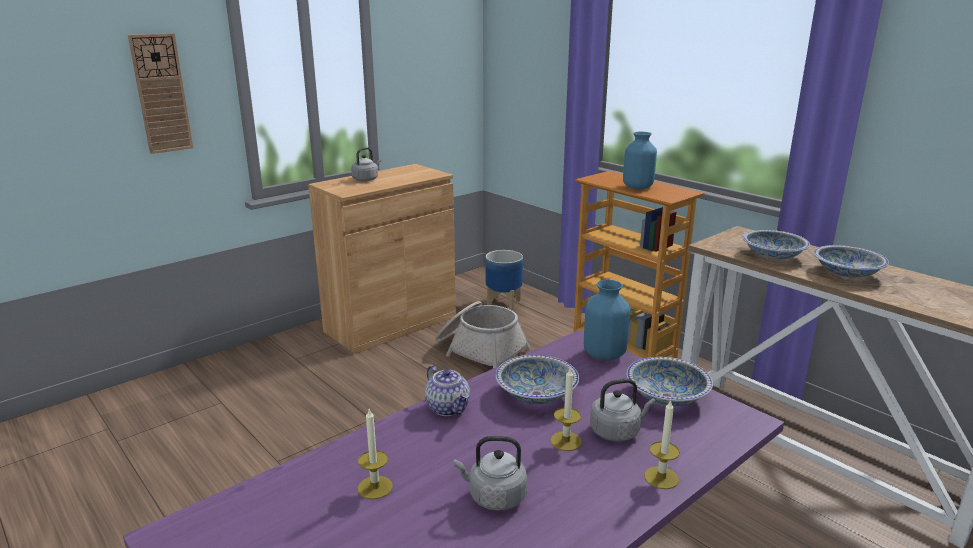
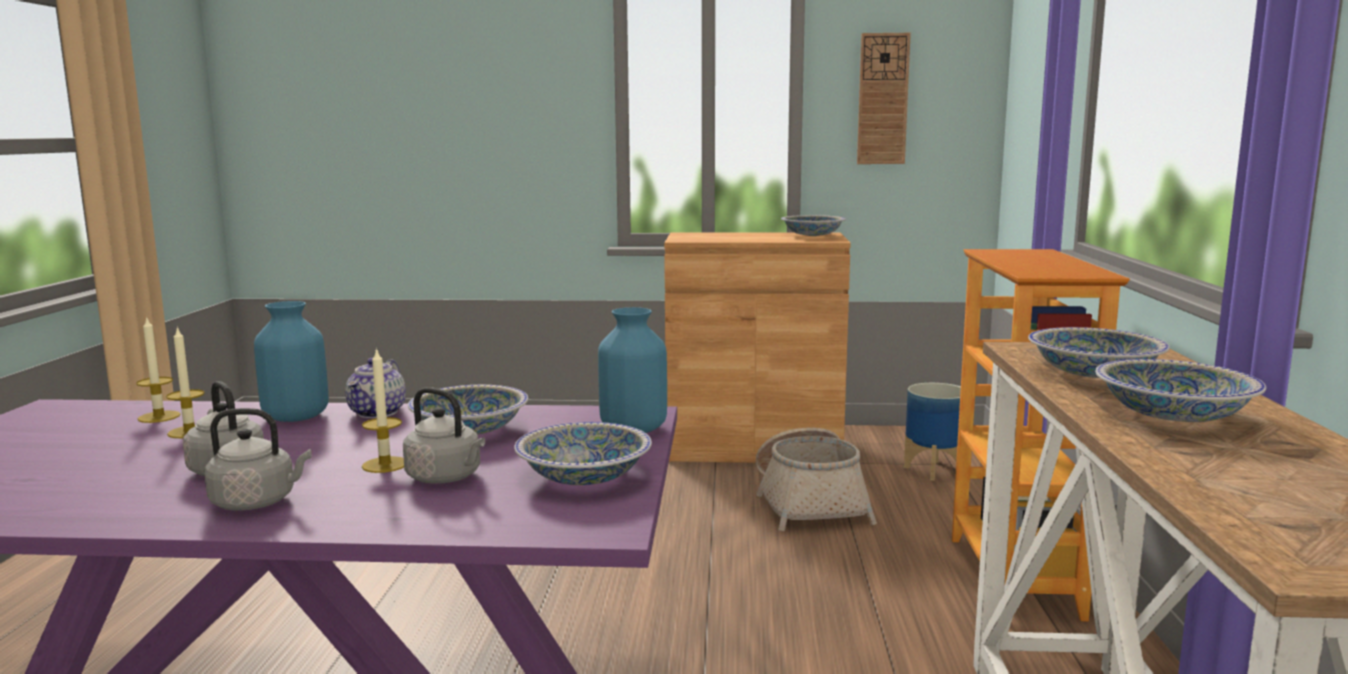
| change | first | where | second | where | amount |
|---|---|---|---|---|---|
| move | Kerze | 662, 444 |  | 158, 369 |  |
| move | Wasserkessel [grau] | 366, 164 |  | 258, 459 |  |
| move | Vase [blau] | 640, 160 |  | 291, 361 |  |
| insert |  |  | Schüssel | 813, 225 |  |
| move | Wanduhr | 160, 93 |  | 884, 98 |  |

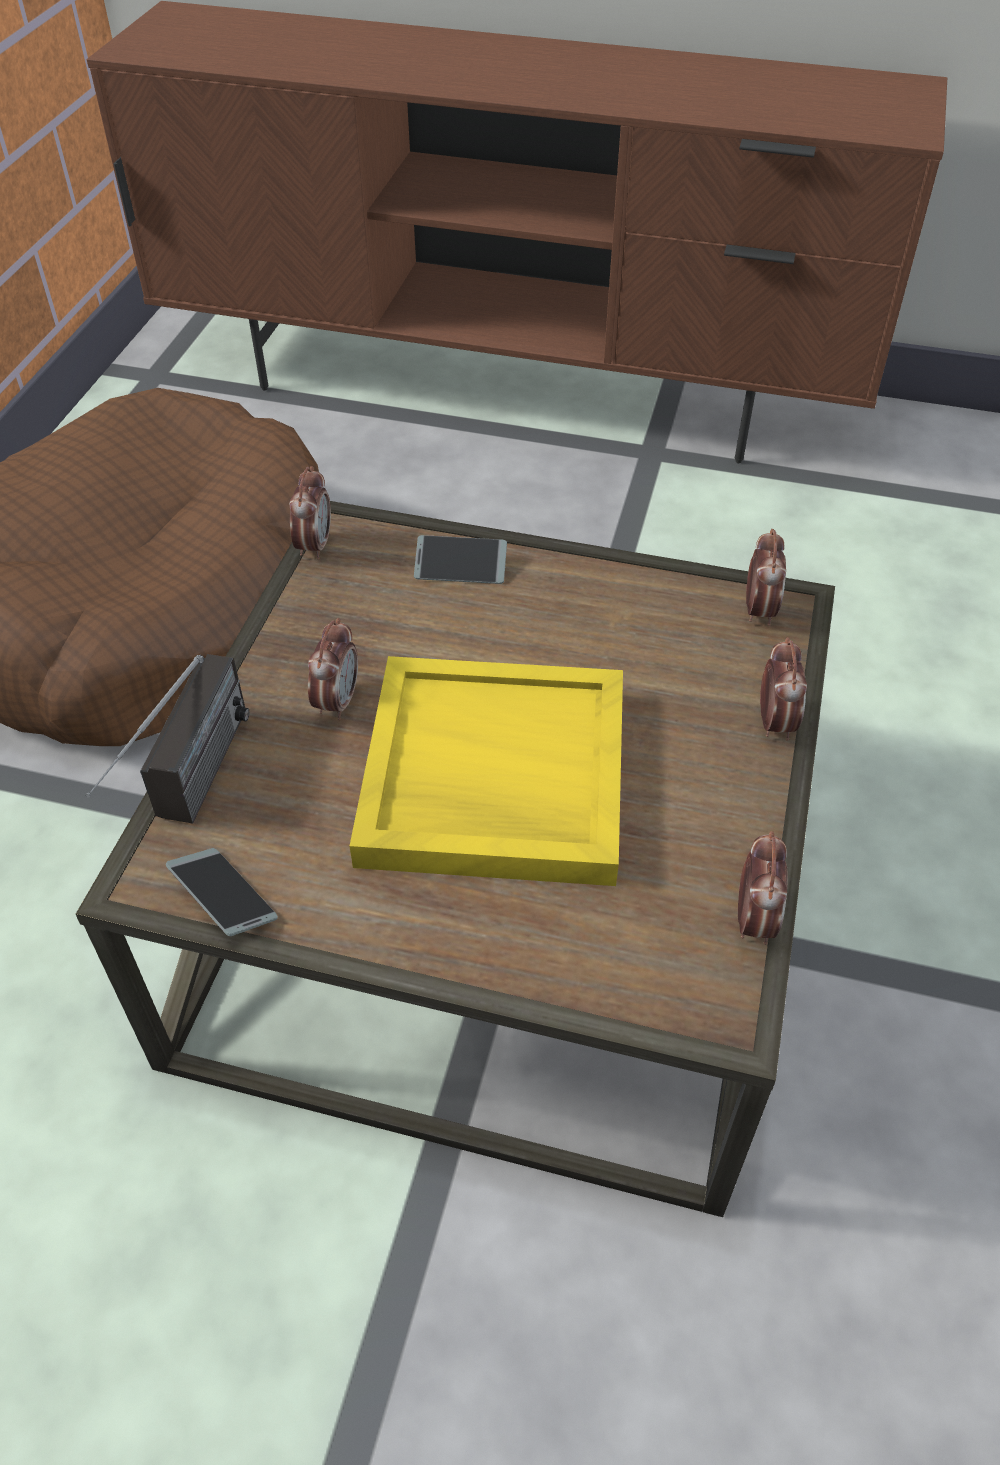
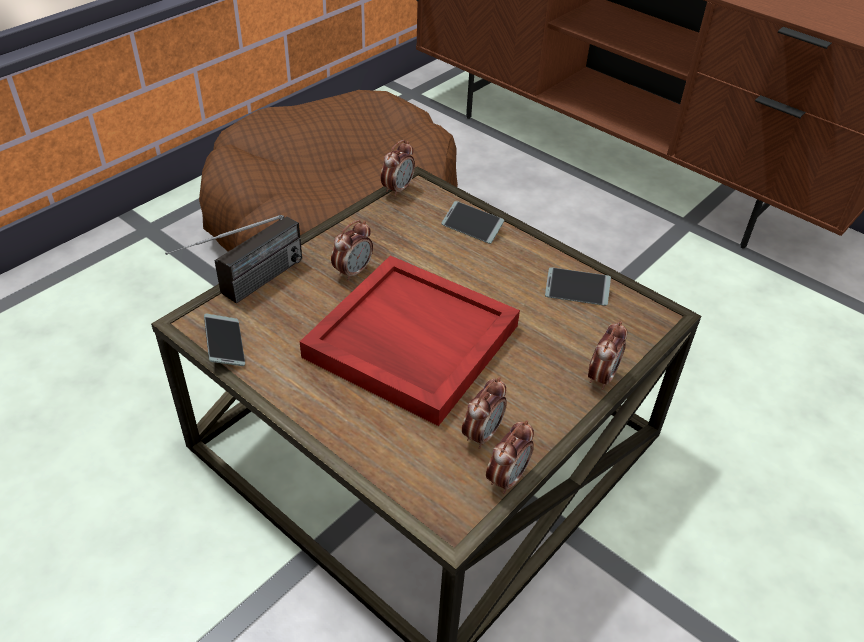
| change | first | where | second | where | amount |
|---|---|---|---|---|---|
| recolor | Tablett [gelb] | 486, 771 | Tablett [rot] | 410, 341 |  |
| move | Wecker | 766, 577 |  | 484, 413 |  |
| insert |  |  | Handy | 578, 286 |  |

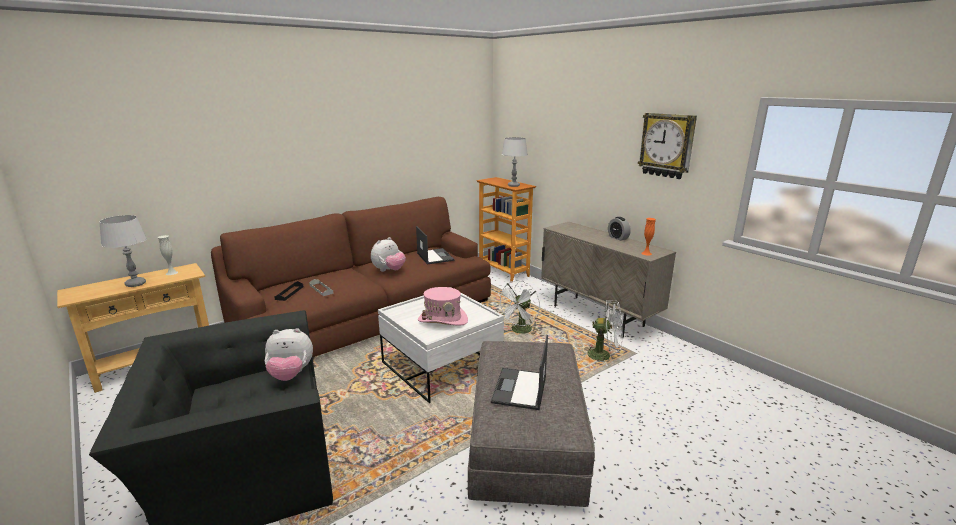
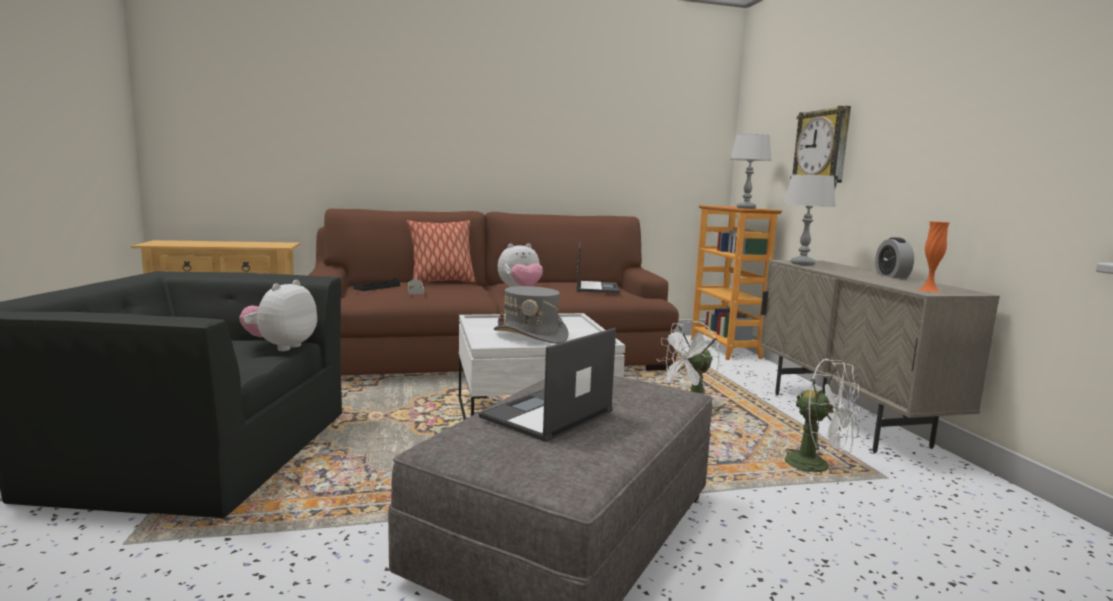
| change | first | where | second | where | amount |
|---|---|---|---|---|---|
| rotate | Plüschtier | 289, 354 |  | 278, 315 | 90 degrees clockwise |
| insert |  |  | Kissen | 441, 252 |  |
| recolor | Hut [rosa] | 443, 306 | Hut [grau] | 531, 315 |  |
| move | Tischlampe [grau] | 123, 251 |  | 810, 220 |  |
| move | Wanduhr | 667, 146 |  | 820, 147 |  |
| delete | Vase [weiß] | 168, 255 |  |  |  |

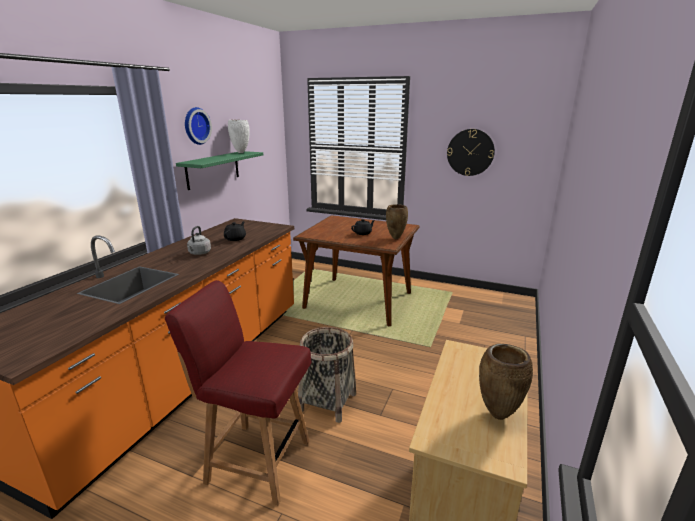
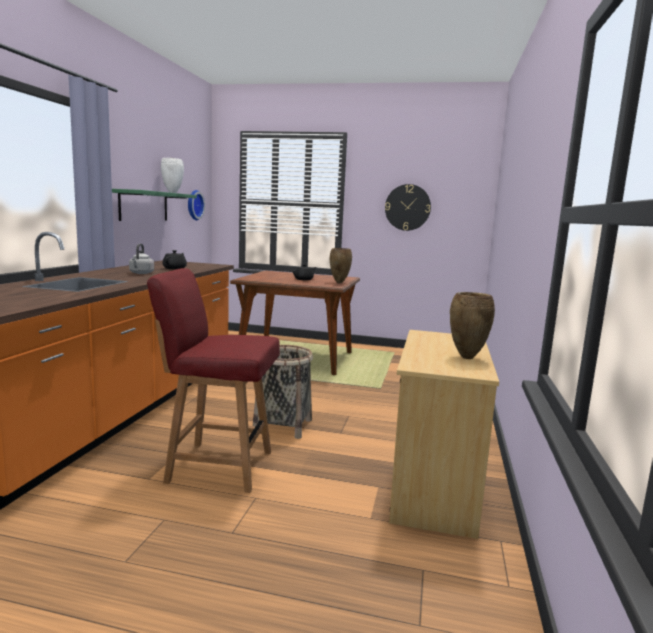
| change | first | where | second | where | amount |
|---|---|---|---|---|---|
| move | Wanduhr | 198, 126 |  | 196, 205 |  |

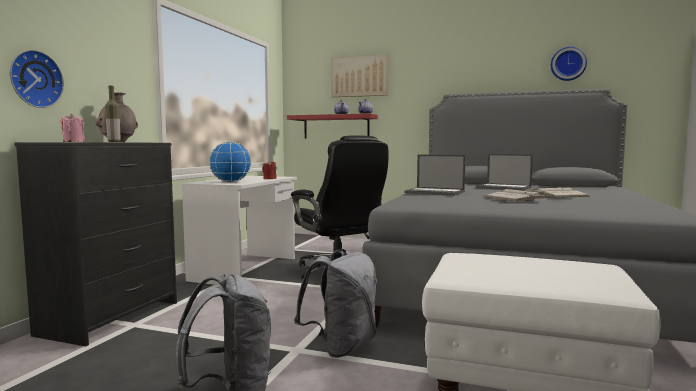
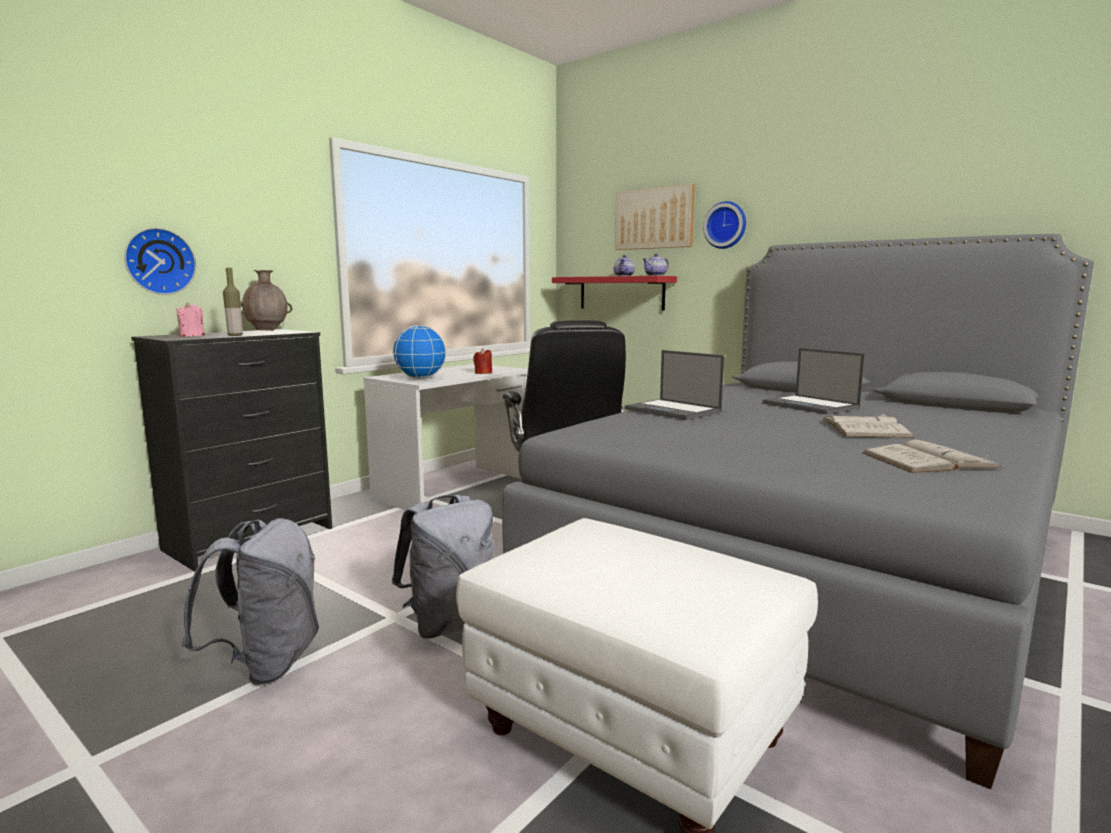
| change | first | where | second | where | amount |
|---|---|---|---|---|---|
| move | Wanduhr | 569, 64 |  | 724, 225 |  |
| move | Buch [weiß] | 518, 195 |  | 932, 456 |  |

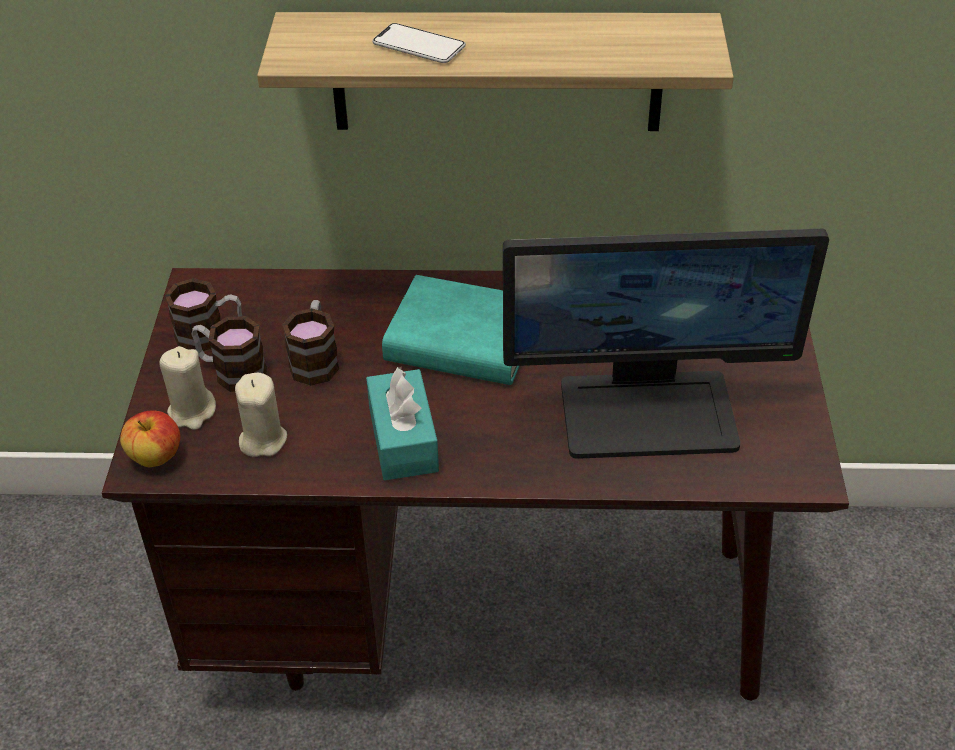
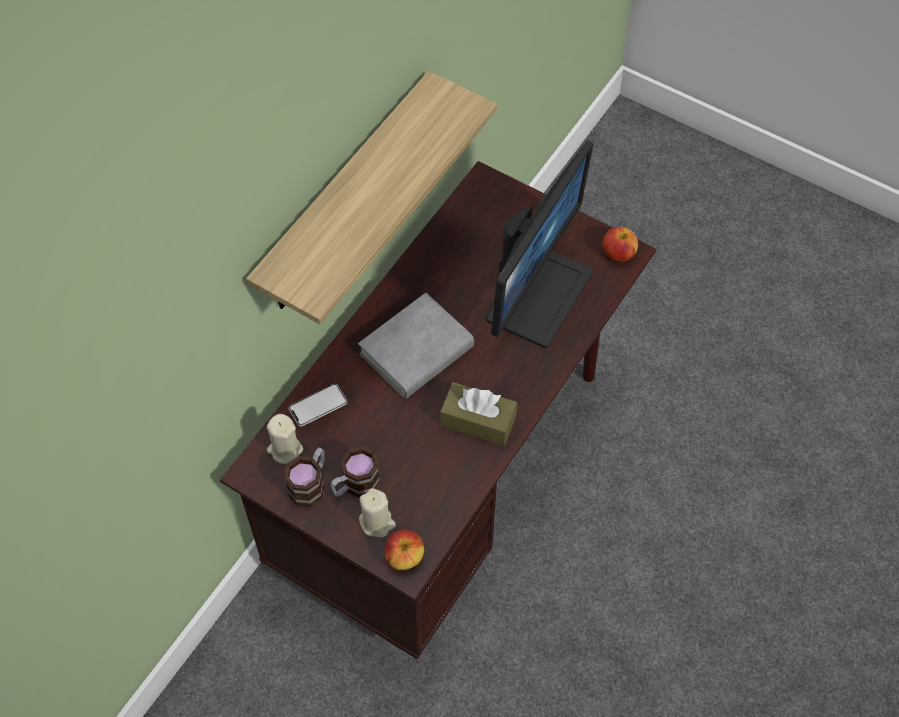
| change | first | where | second | where | amount |
|---|---|---|---|---|---|
| move | Kerze [beige] | 261, 415 |  | 285, 439 |  |
| move | Handy | 419, 43 |  | 318, 405 |  |
| recolor | Buch [türkis] | 450, 330 | Buch [grau] | 416, 346 |  |
| recolor | Taschentuchbox [türkis] | 402, 423 | Taschentuchbox [braun] | 478, 414 |  |
| insert |  |  | Apfel | 620, 244 |  |
| delete | Henkelbecher | 310, 343 |  |  |  |

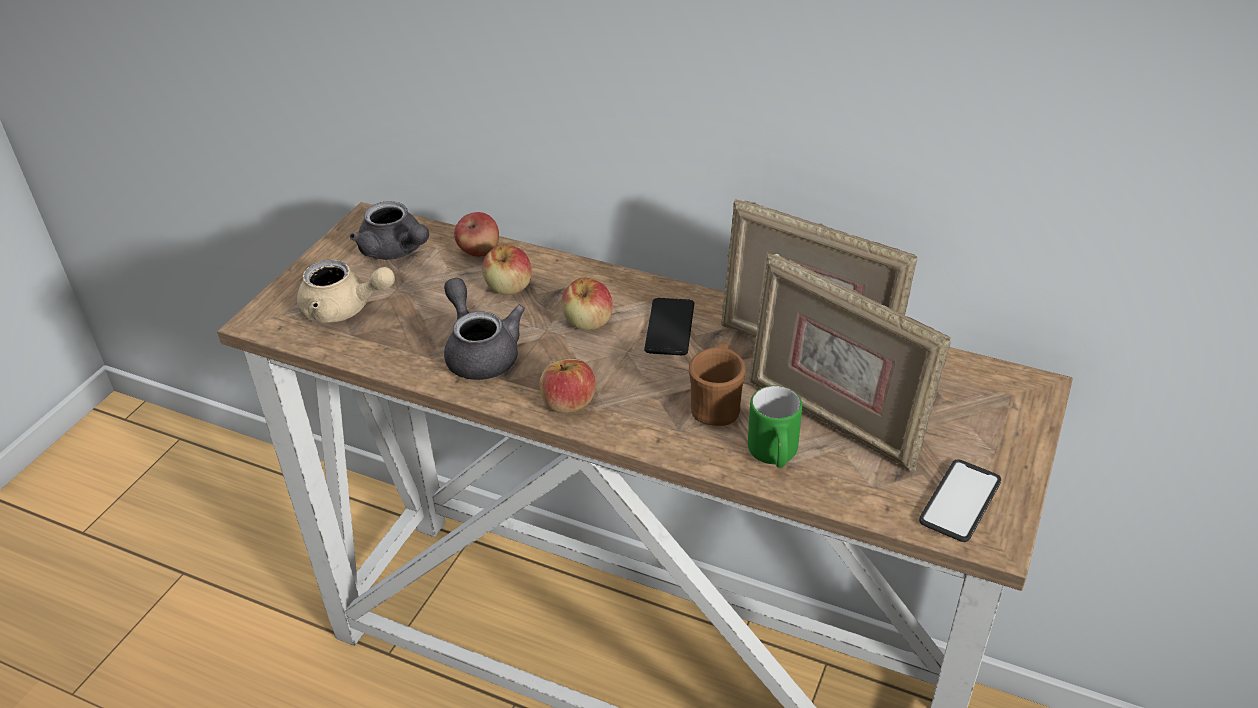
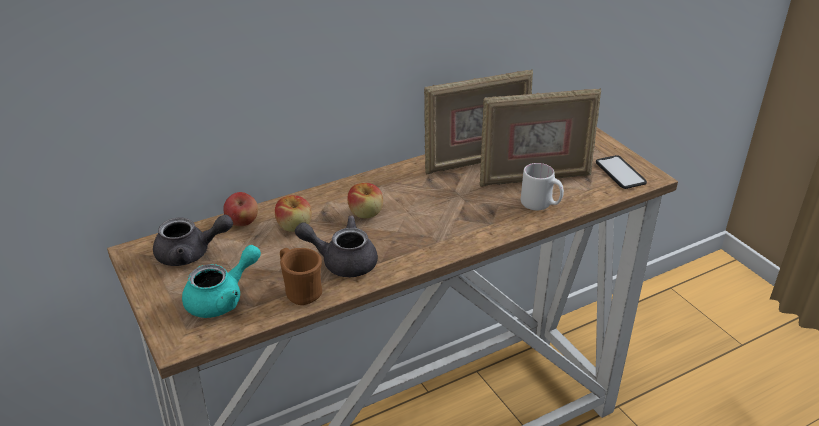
| change | first | where | second | where | amount |
|---|---|---|---|---|---|
| recolor | Teekanne [beige] | 346, 291 | Teekanne [türkis] | 221, 281 |  |
| move | Henkelbecher [braun] | 717, 384 |  | 301, 276 |  |
| recolor | Henkelbecher [grün] | 775, 426 | Henkelbecher [weiß] | 542, 186 |  |
| delete | Apfel | 568, 385 |  |  |  |
| delete | Handy | 669, 326 |  |  |  |

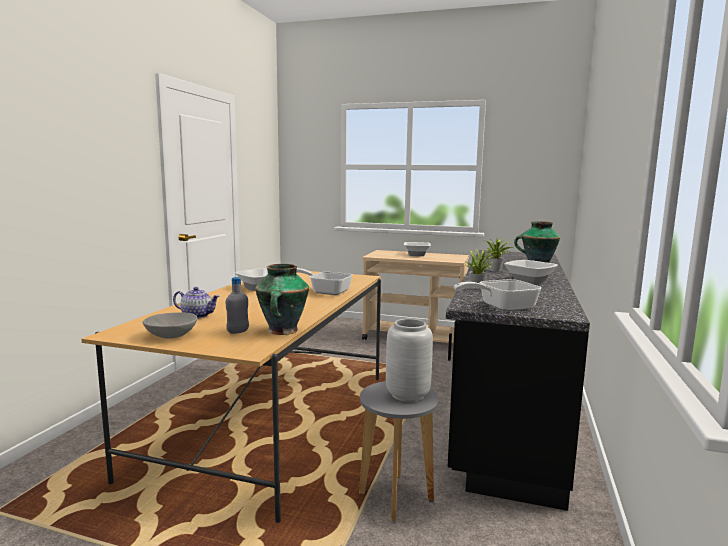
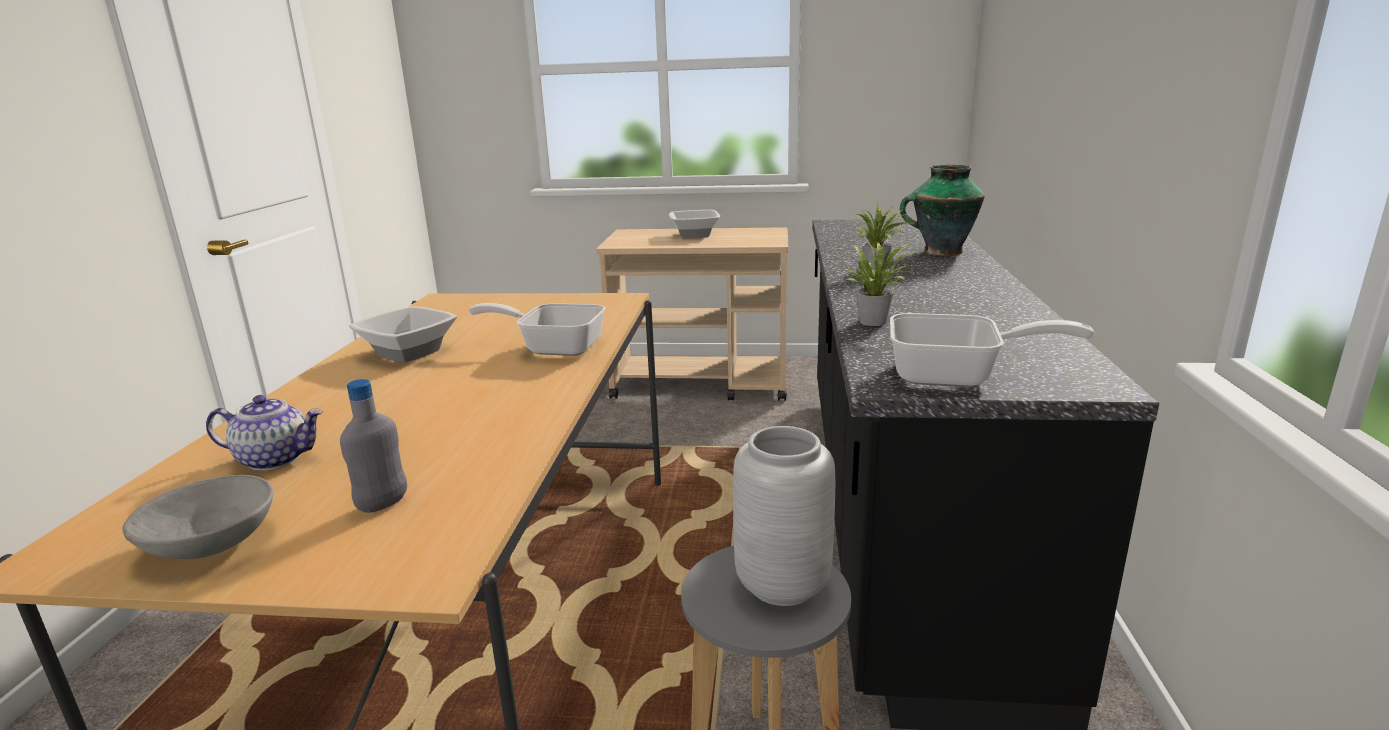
| change | first | where | second | where | amount |
|---|---|---|---|---|---|
| rotate | Pfanne | 498, 295 |  | 992, 350 | 135 degrees counterclockwise |
| delete | Vase | 282, 299 |  |  |  |
| delete | Schüssel | 531, 272 |  |  |  |

